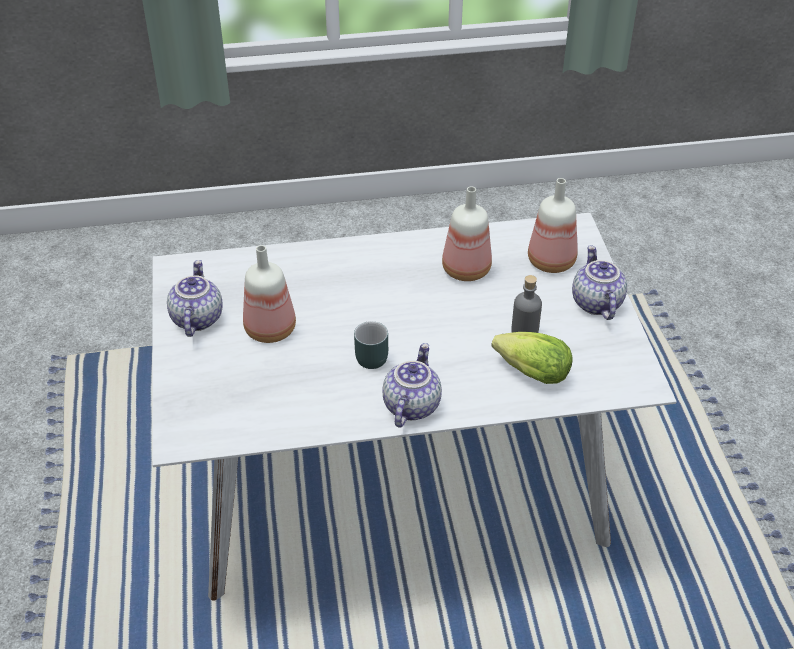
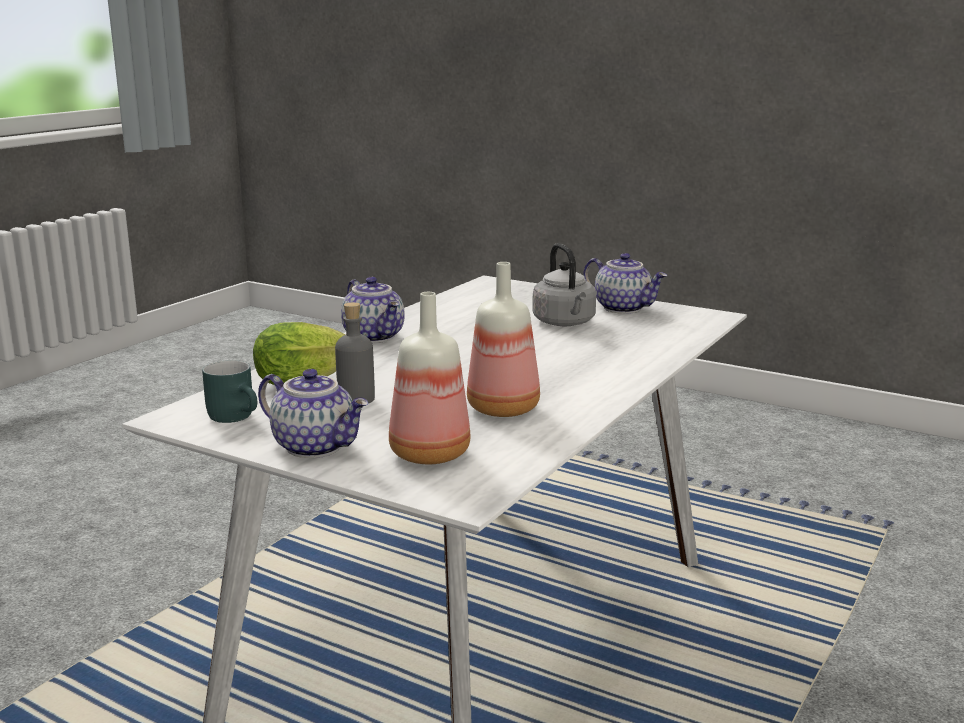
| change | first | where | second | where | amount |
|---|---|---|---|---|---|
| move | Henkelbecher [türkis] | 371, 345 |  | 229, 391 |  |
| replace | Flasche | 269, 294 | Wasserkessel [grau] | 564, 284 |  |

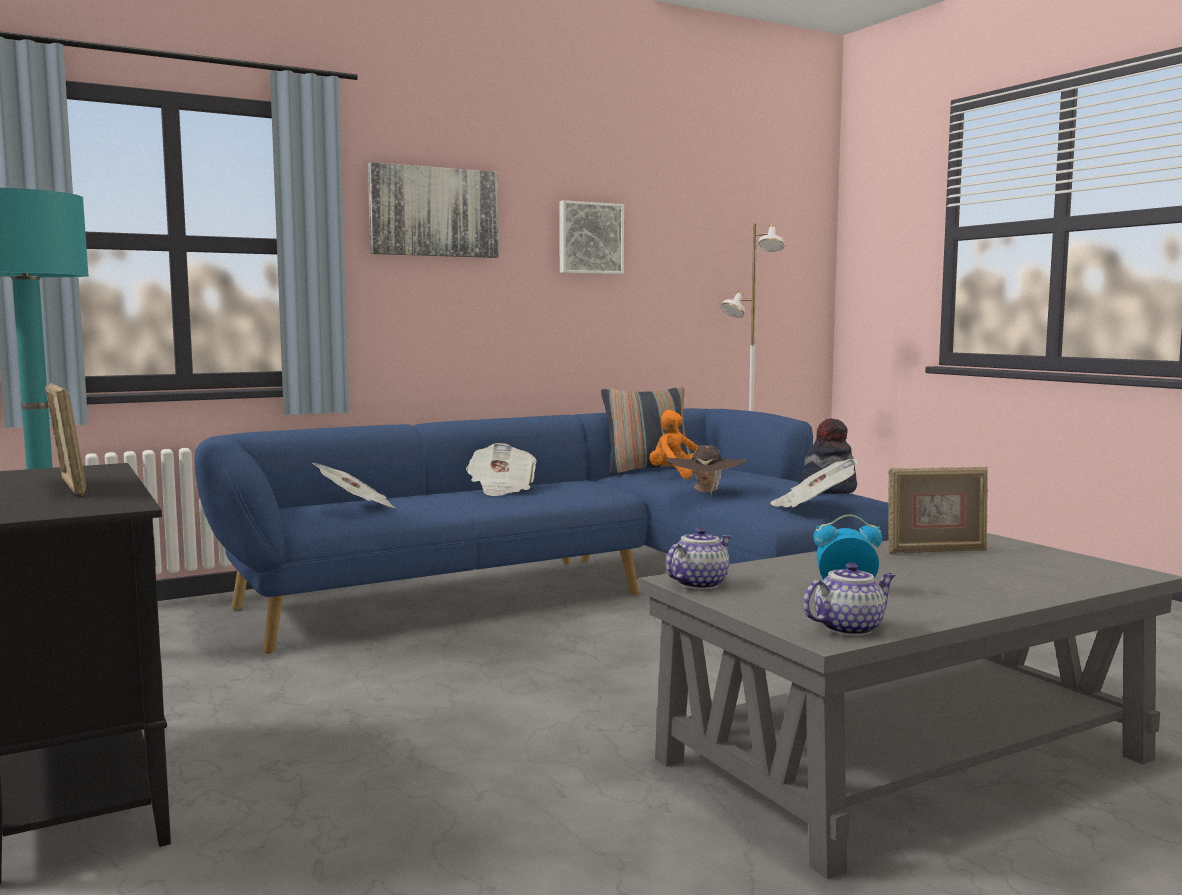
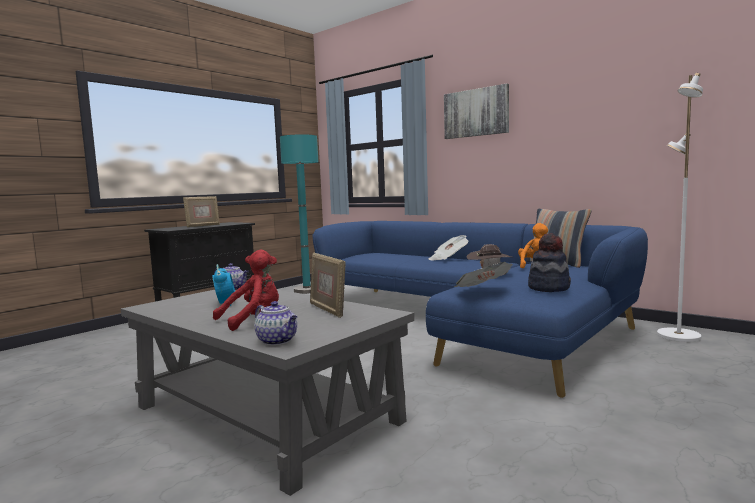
| change | first | where | second | where | amount |
|---|---|---|---|---|---|
| insert |  |  | Plüschtier [rot] | 246, 290 |  |
| move | Teekanne | 849, 599 |  | 276, 323 |  |
| delete | Zeitung | 353, 485 |  |  |  |
| delete | Bild | 591, 237 |  |  |  |

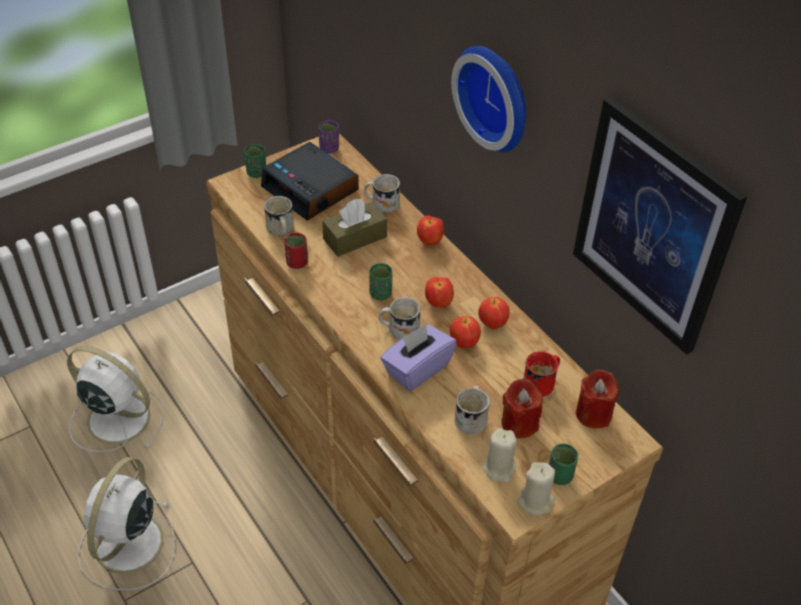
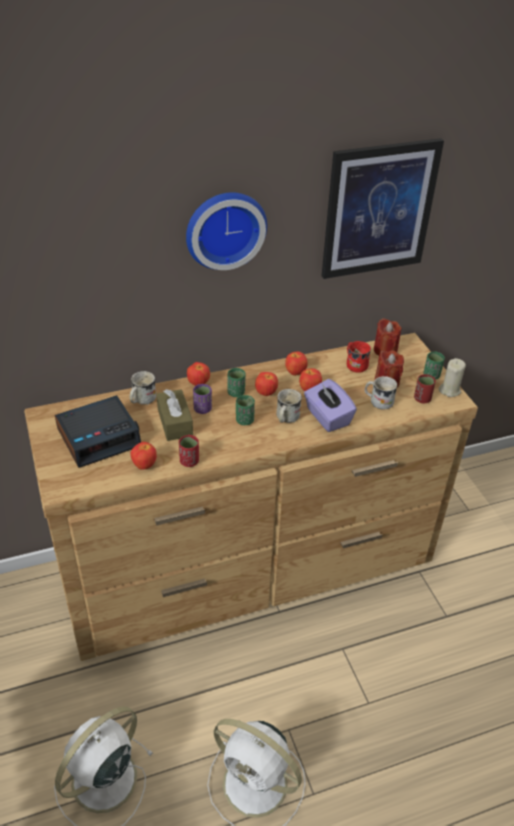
| change | first | where | second | where | amount |
|---|---|---|---|---|---|
| replace | Henkelbecher [weiß] | 279, 216 | Apfel | 144, 456 |  |
| move | Tasse [lila] | 329, 137 |  | 202, 399 |  |
| move | Tasse [grün] | 255, 161 |  | 236, 382 |  |
| replace | Kerze [beige] | 500, 455 | Tasse [rot] | 425, 388 |  |

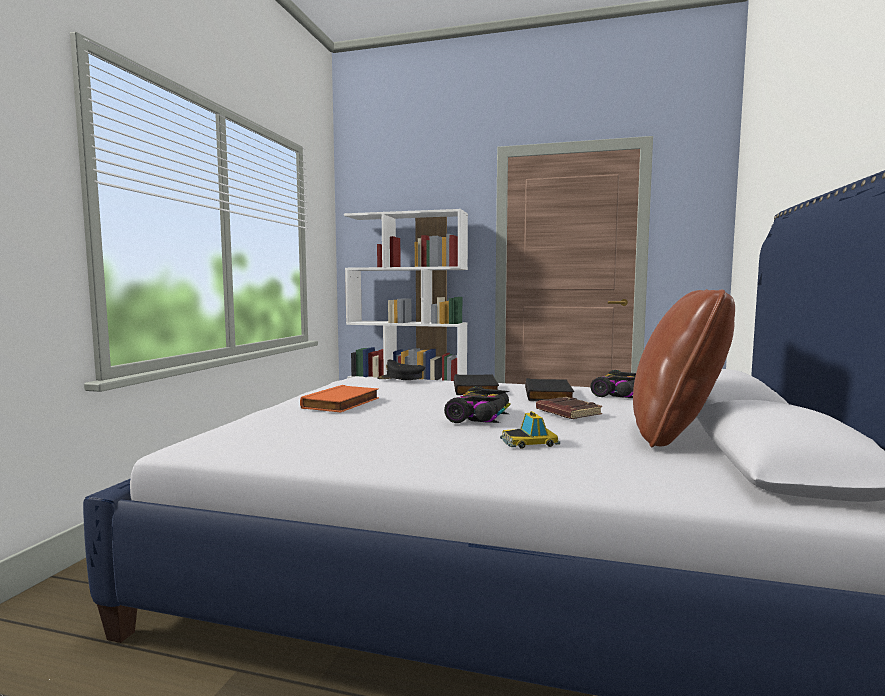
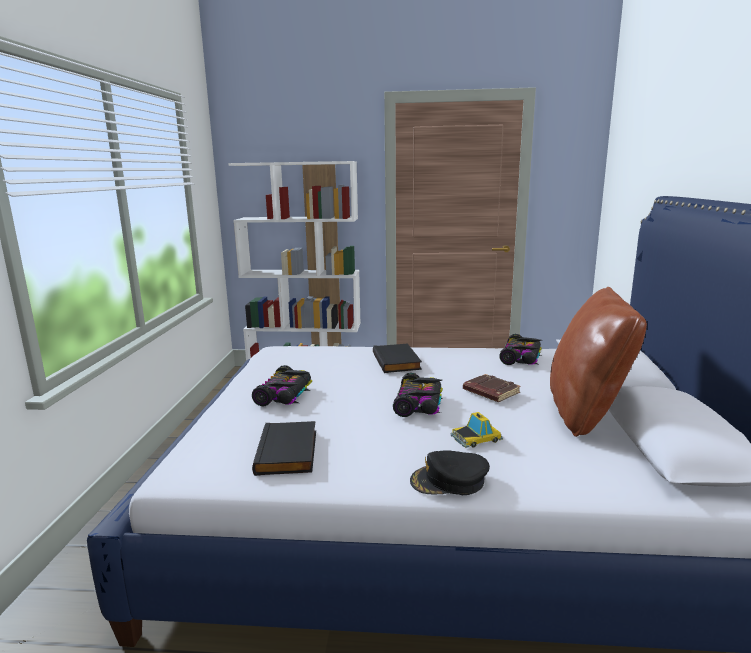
| change | first | where | second | where | amount |
|---|---|---|---|---|---|
| replace | Buch [orange] | 339, 399 | Spielzeugauto | 282, 385 |  |
| move | Buch [schwarz] | 549, 389 |  | 284, 448 |  |
| move | Kappe [schwarz] | 401, 370 |  | 450, 472 |  |

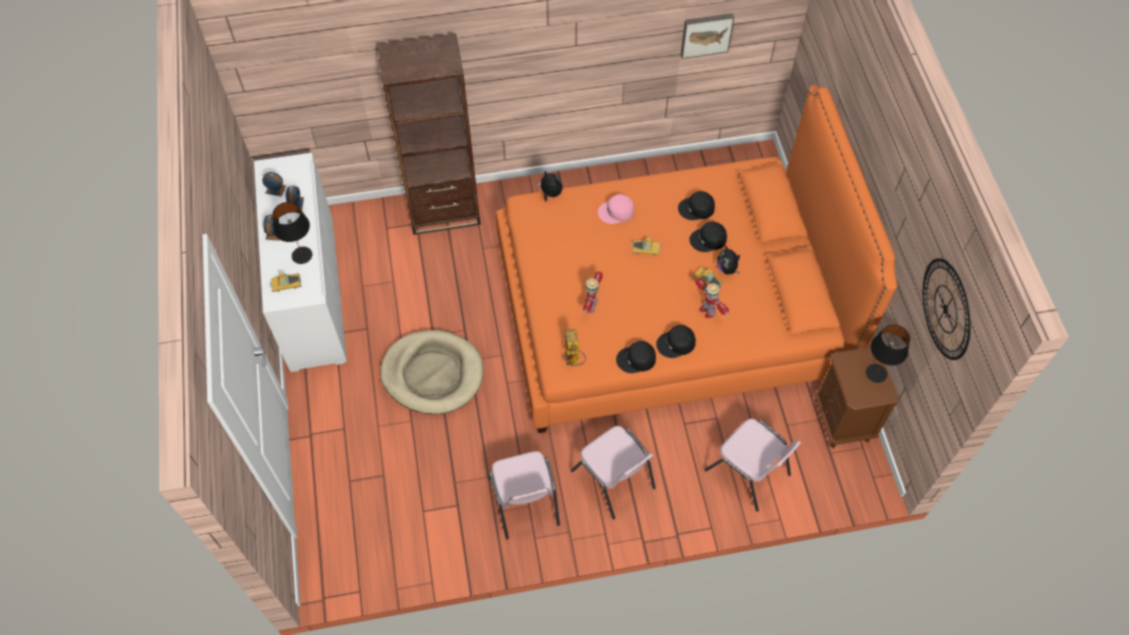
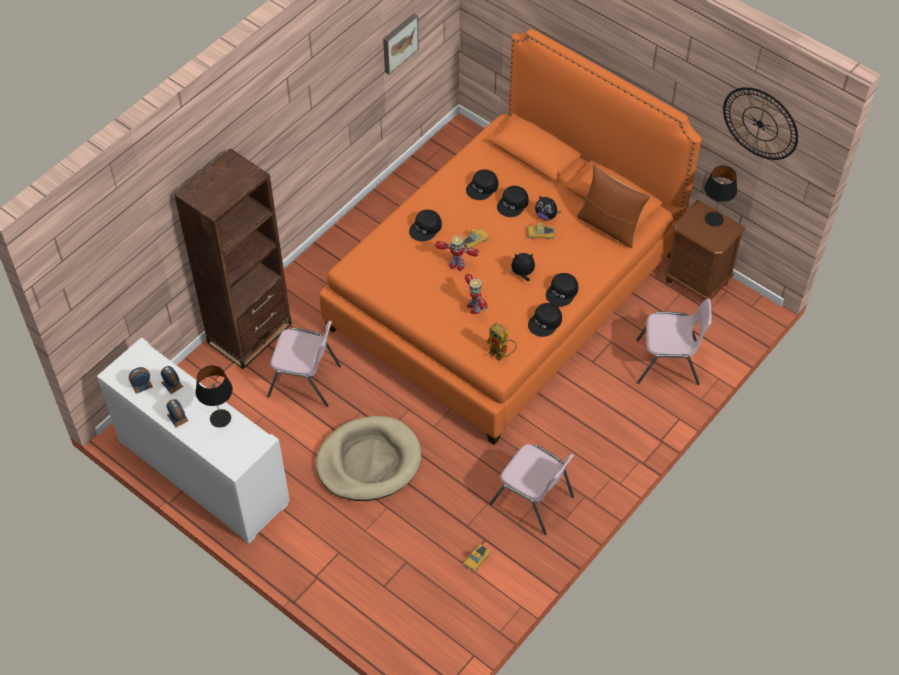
| change | first | where | second | where | amount |
|---|---|---|---|---|---|
| move | Stuhl [rosa] | 613, 472 |  | 304, 364 |  |
| recolor | Kappe [rosa] | 616, 209 | Kappe [schwarz] | 425, 225 |  |
| move | Spielzeugroboter | 712, 298 |  | 457, 253 |  |
| move | Spielzeugauto | 286, 282 |  | 477, 558 |  |
| move | Plüschtier | 549, 186 |  | 522, 267 |  |
| insert |  |  | Kissen [braun] | 614, 206 |  |

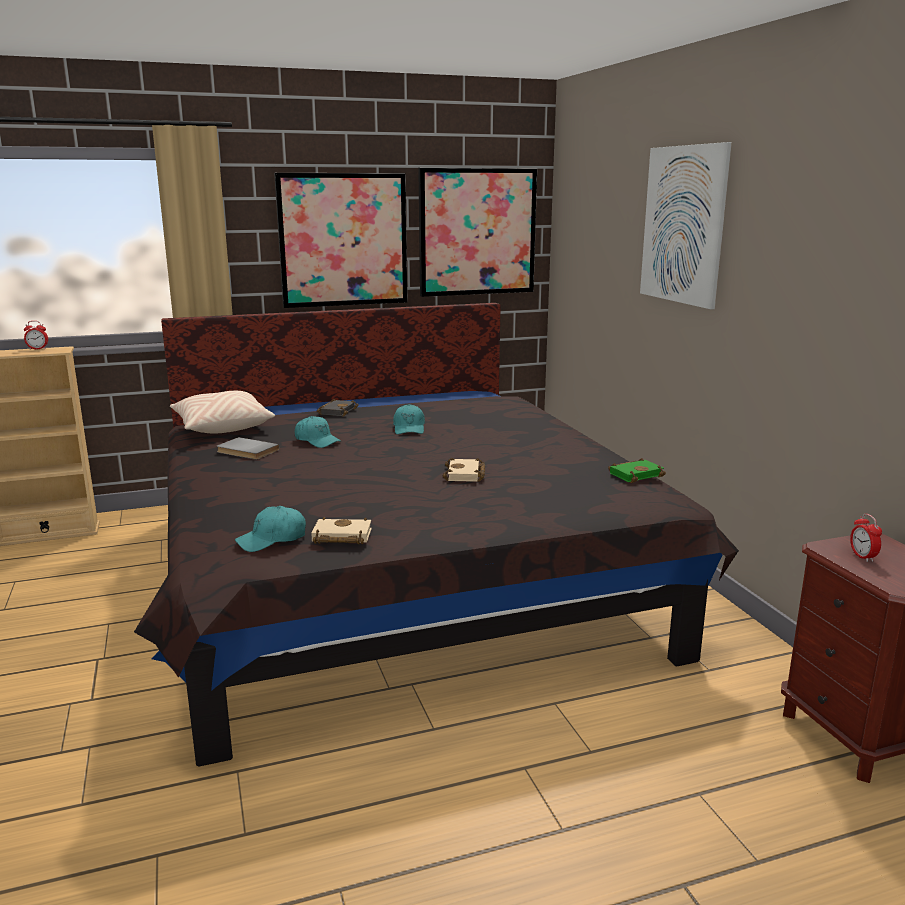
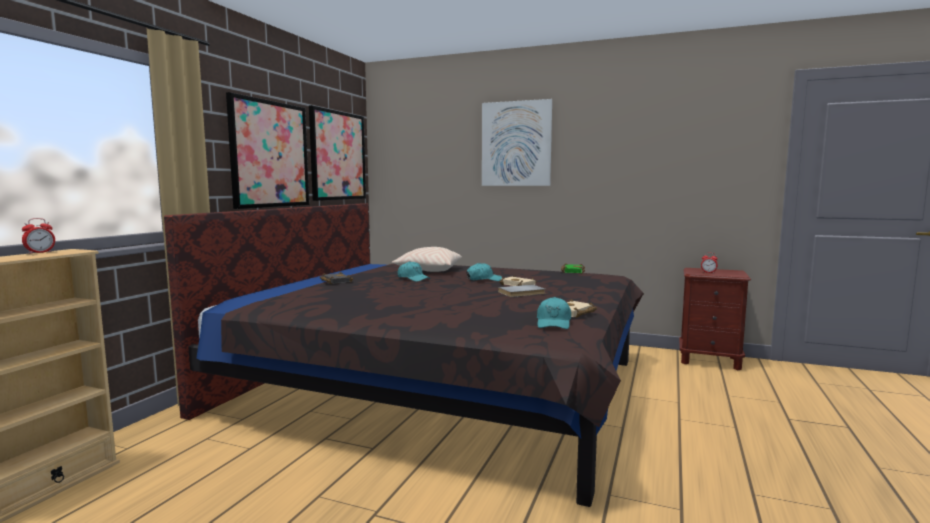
| change | first | where | second | where | amount |
|---|---|---|---|---|---|
| move | Kissen [beige] | 222, 412 |  | 427, 259 |  |
| move | Kappe [türkis] | 318, 432 |  | 484, 272 |  |
| move | Buch [grau] | 248, 448 |  | 522, 291 |  |

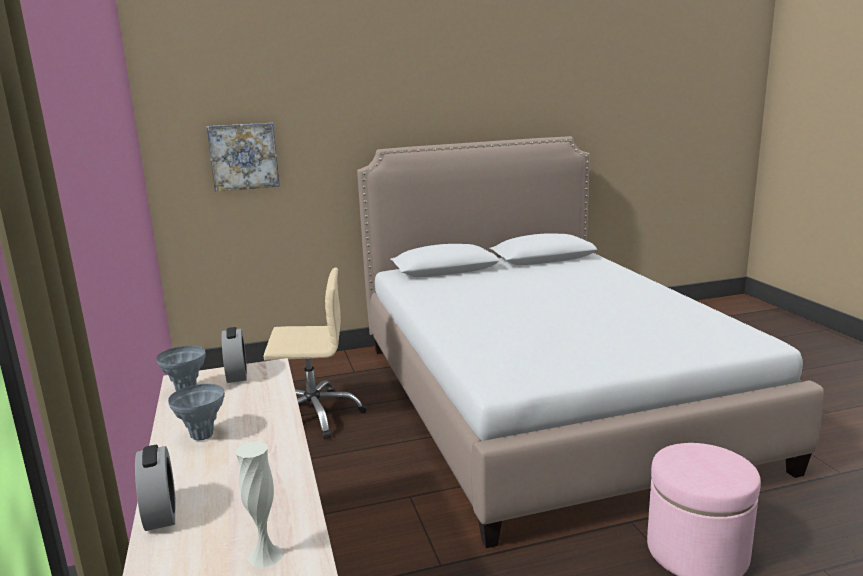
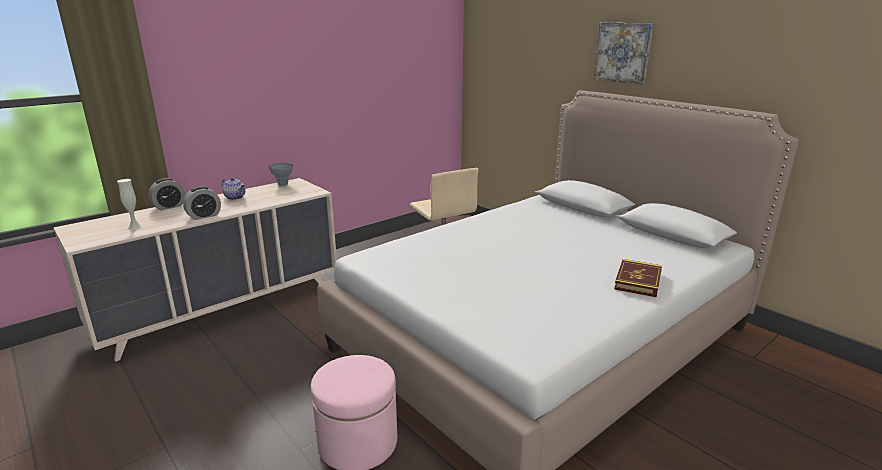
| change | first | where | second | where | amount |
|---|---|---|---|---|---|
| move | Wecker | 234, 355 |  | 202, 203 |  |
| replace | Vase [grau] | 196, 412 | Teekanne | 233, 188 |  |
| move | Bild | 243, 157 |  | 623, 53 |  |
| insert |  |  | Buch | 638, 278 |  |

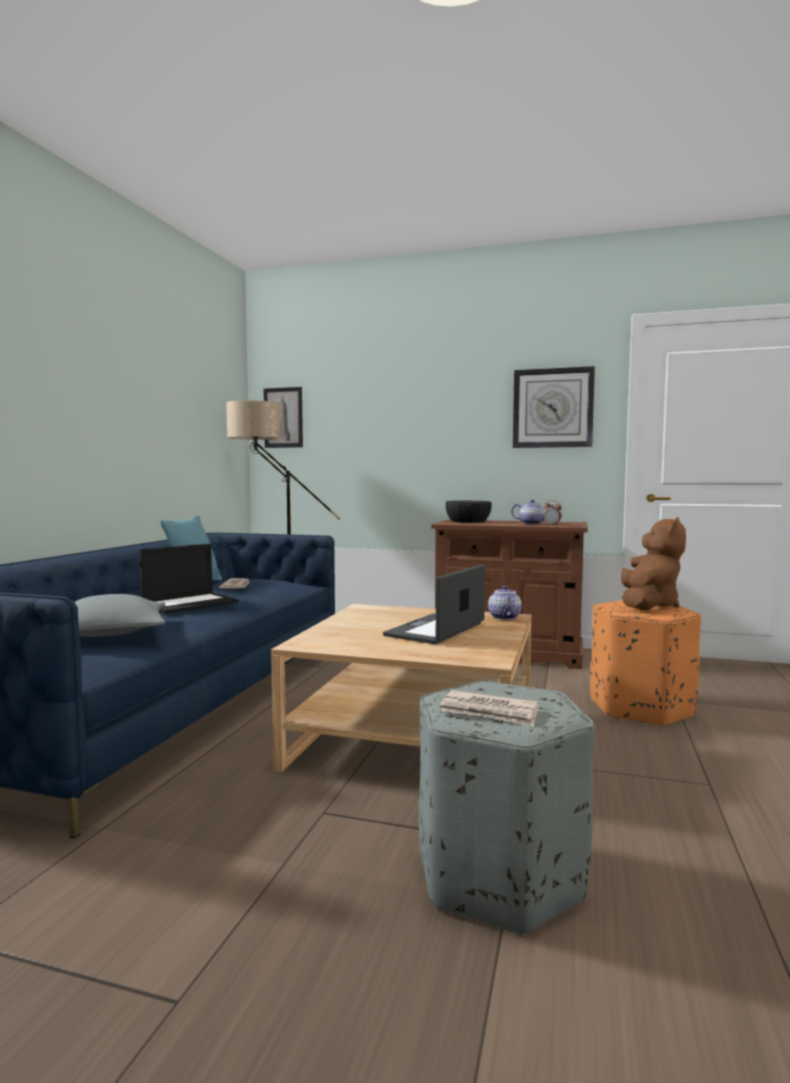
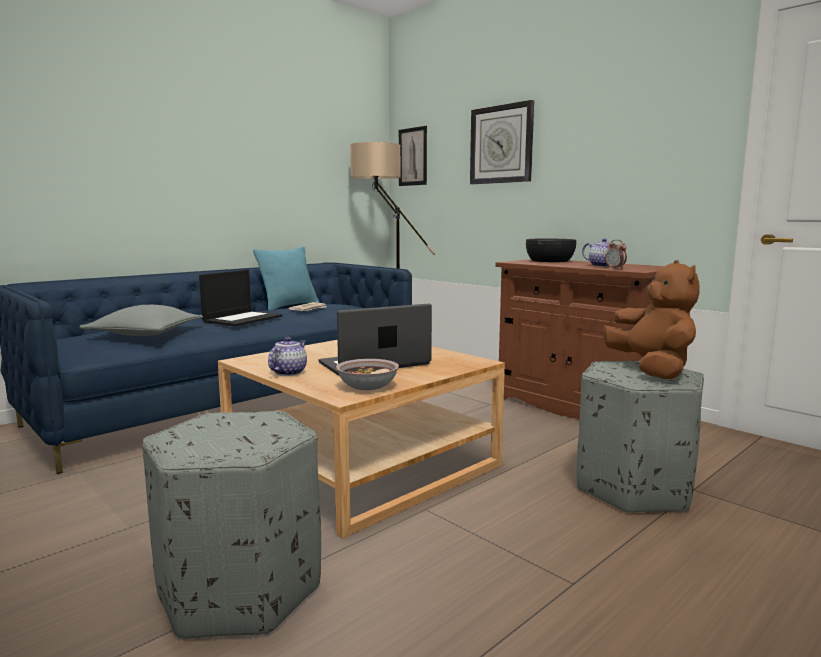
| change | first | where | second | where | amount |
|---|---|---|---|---|---|
| rotate | Laptop | 189, 579 |  | 240, 298 | 45 degrees counterclockwise |
| move | Teekanne | 505, 603 |  | 287, 356 |  |
| insert |  |  | Schüssel | 367, 374 |  |
| move | Wanduhr | 554, 407 |  | 502, 142 |  |
| recolor | Polsterhocker [orange] | 645, 663 | Polsterhocker [grau] | 640, 437 |  |
| rotate | Plüschtier [braun] | 653, 563 |  | 651, 319 | 60 degrees counterclockwise |
| delete | Zeitung | 489, 708 |  |  |  |

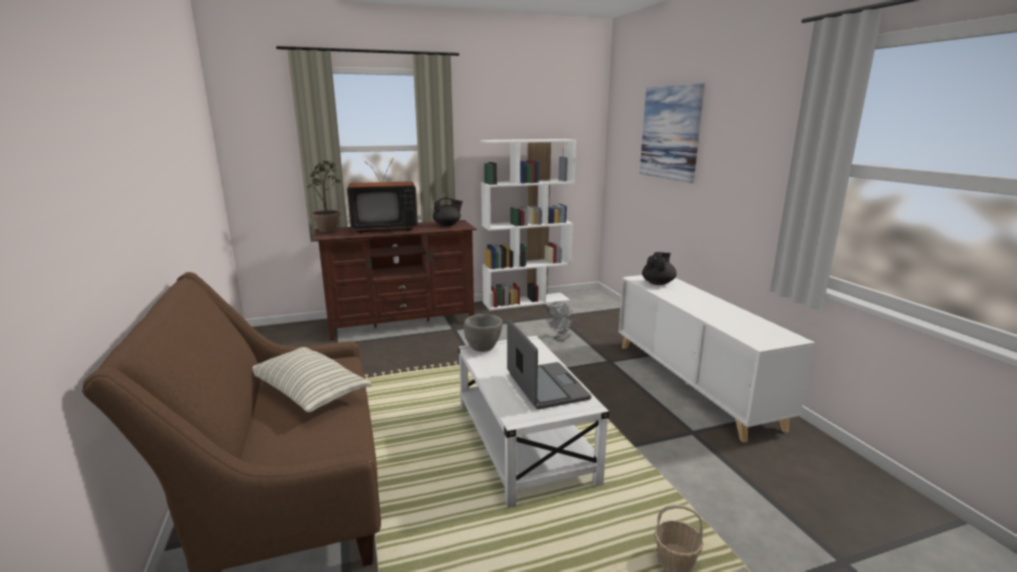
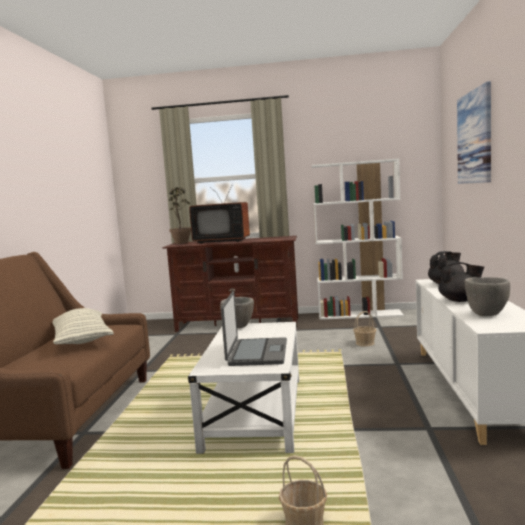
| change | first | where | second | where | amount |
|---|---|---|---|---|---|
| replace | Ventilator [grau] | 560, 322 | Korb | 364, 329 |  |
| move | Teekanne [schwarz] | 448, 212 |  | 461, 282 |  |
| insert |  |  | Schüssel [grau] | 487, 296 |  |

